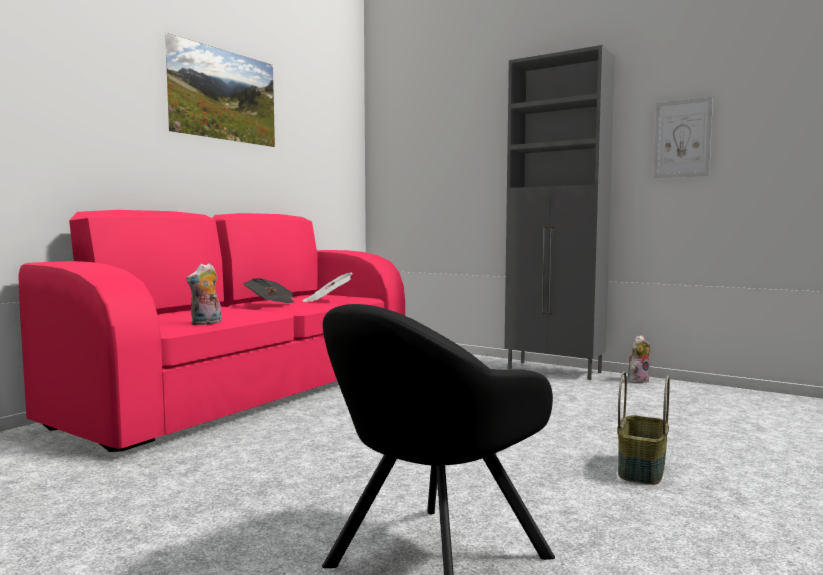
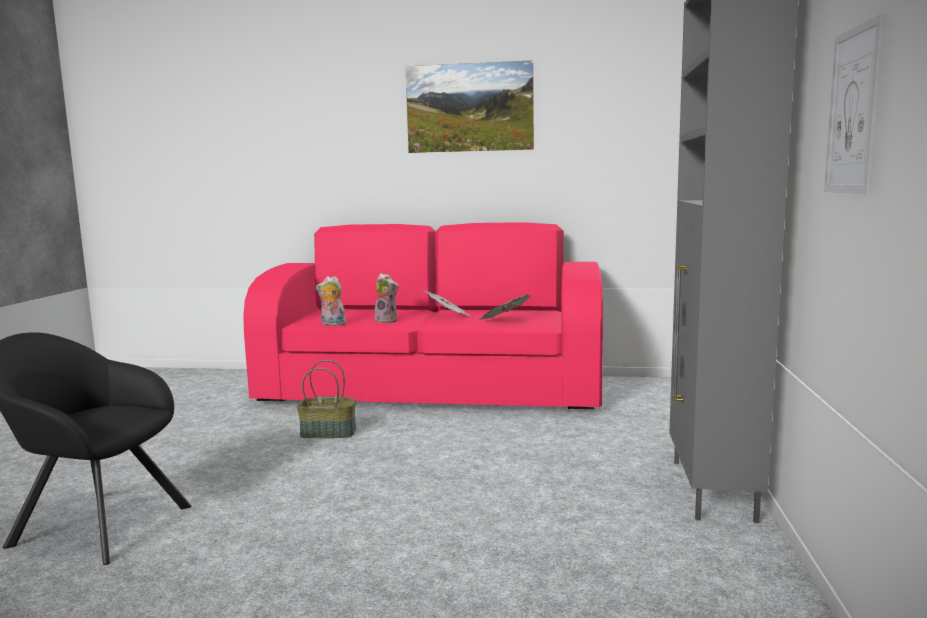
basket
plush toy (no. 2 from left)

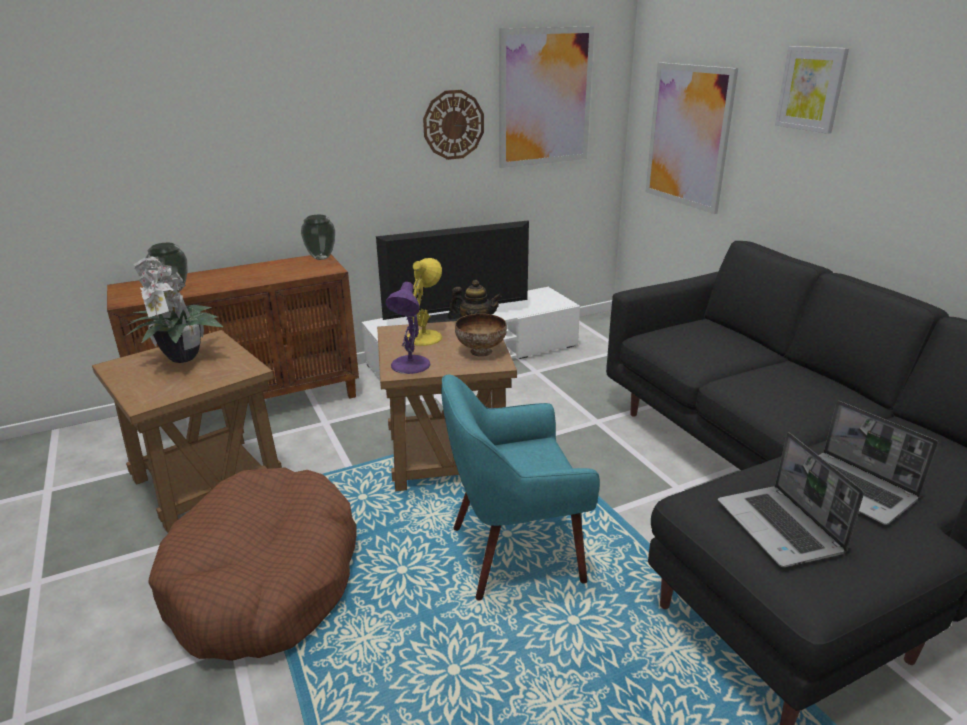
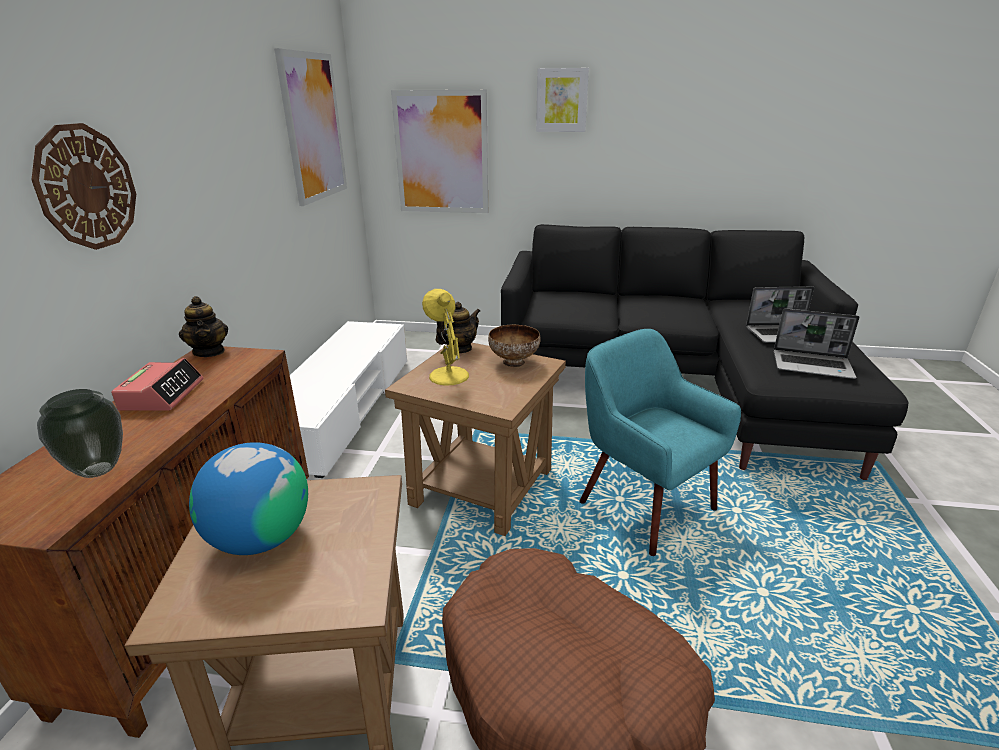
globe
teapot (no. 1 from left)
television
purple table lamp
wall clock
turquoise armchair
alarm clock

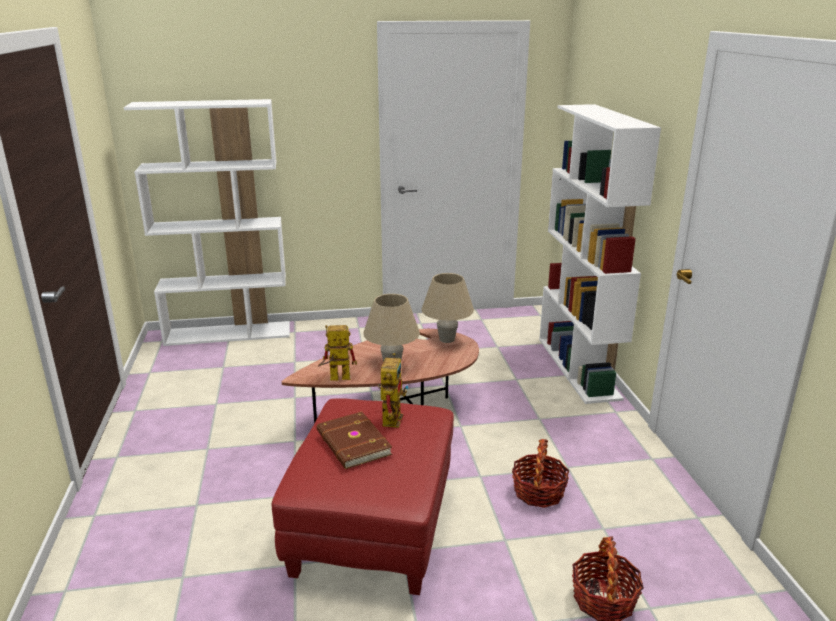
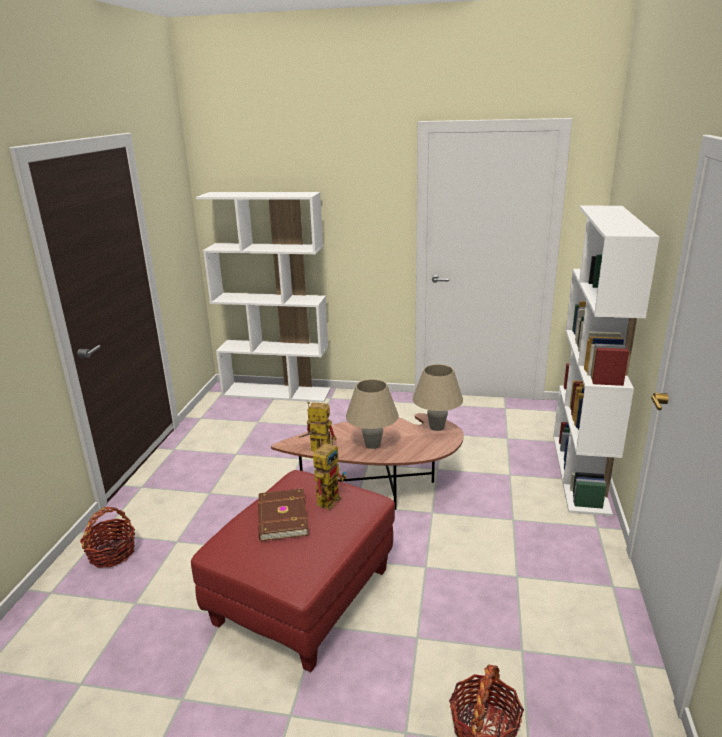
basket (no. 1 from left)

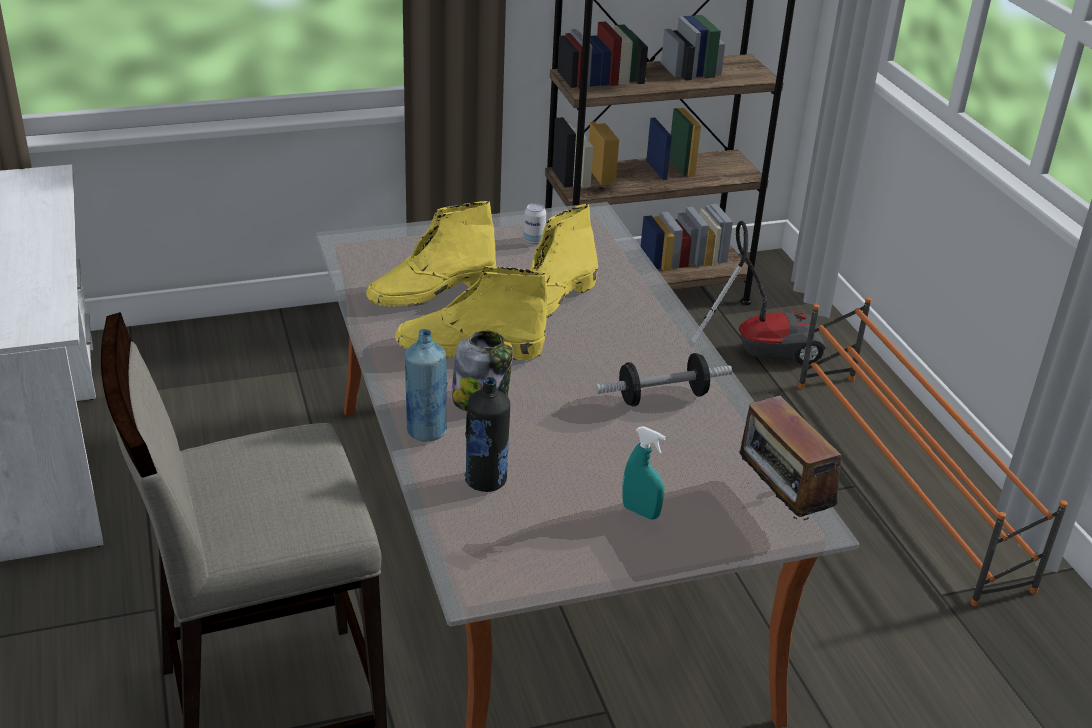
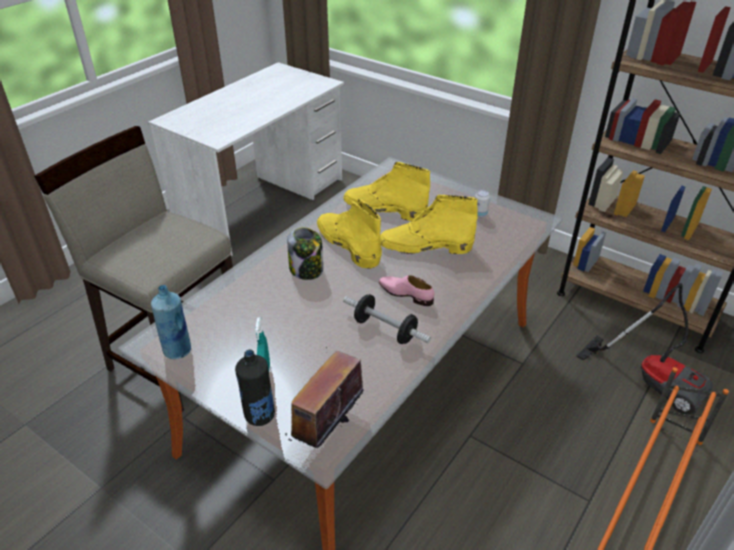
blue bottle
black bottle
pink shoe

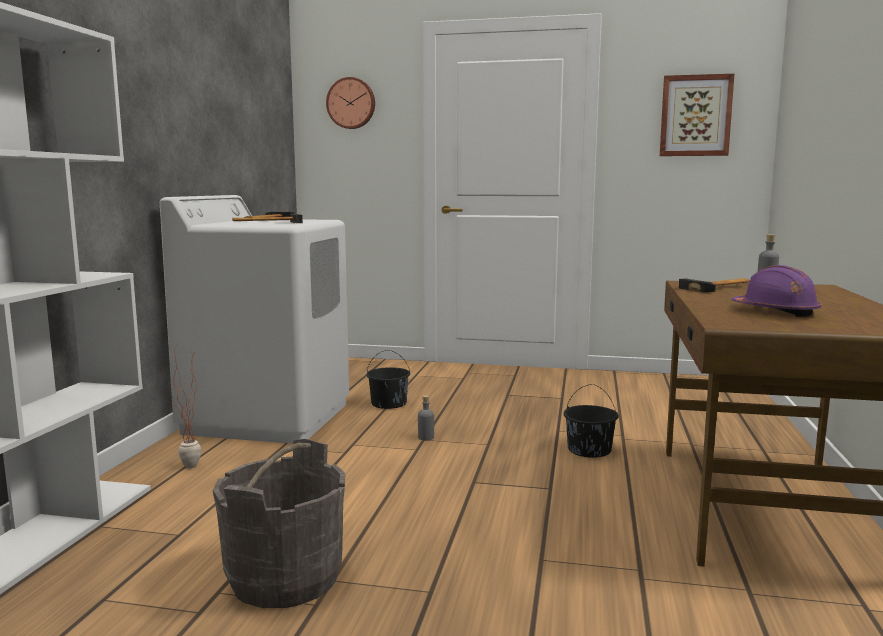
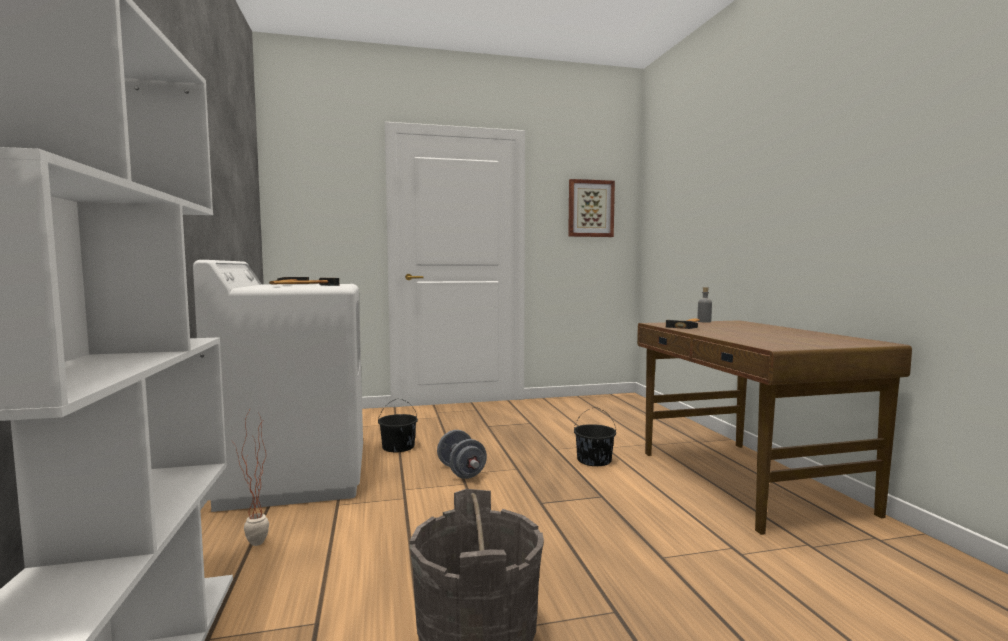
wall clock
grey dumbbell
purple hard hat

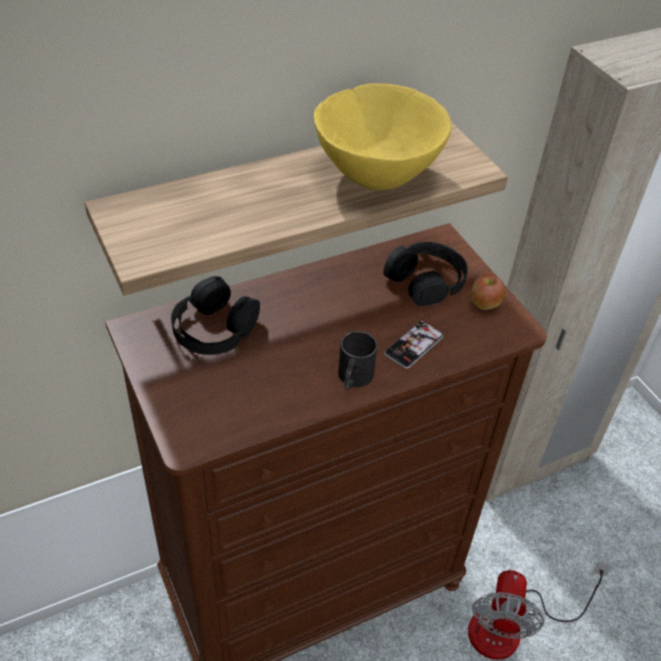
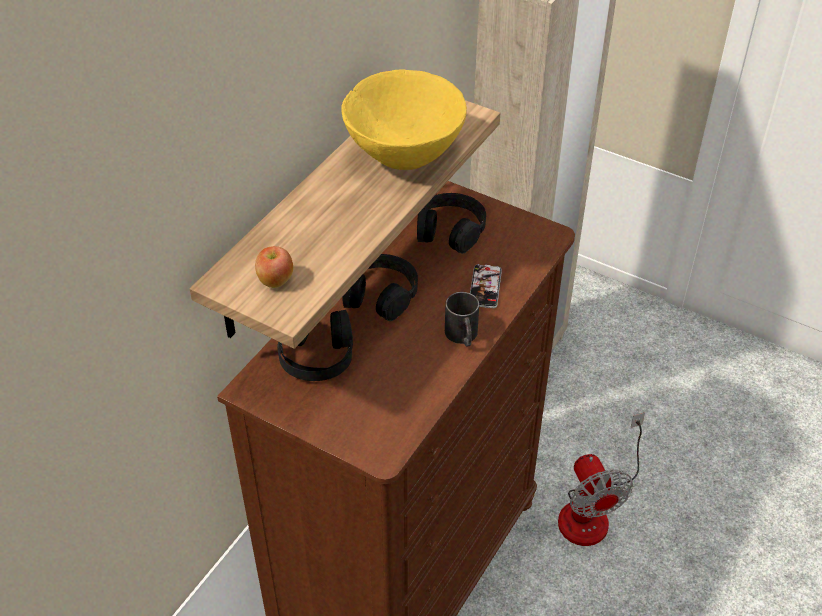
apple
black headphones (no. 2 from left)

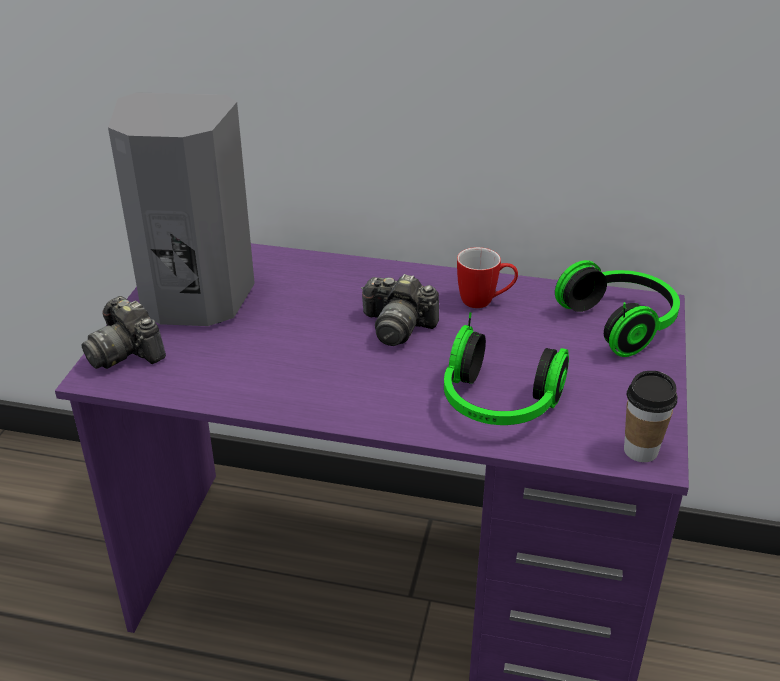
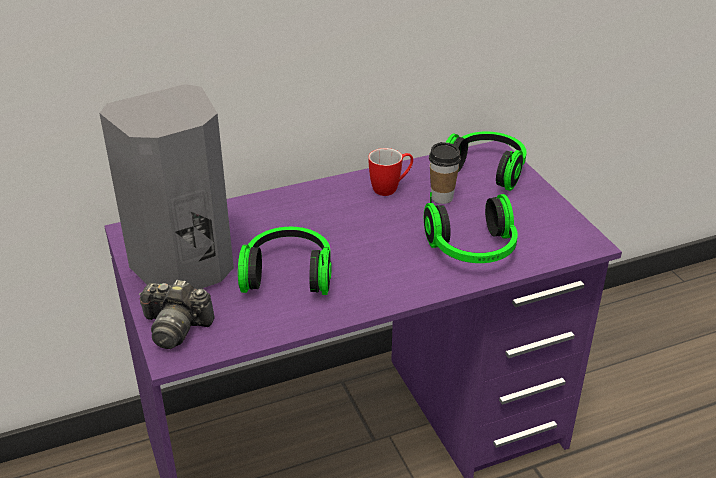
photo camera (no. 2 from left in the first image)
cup
headphones (no. 1 from left)

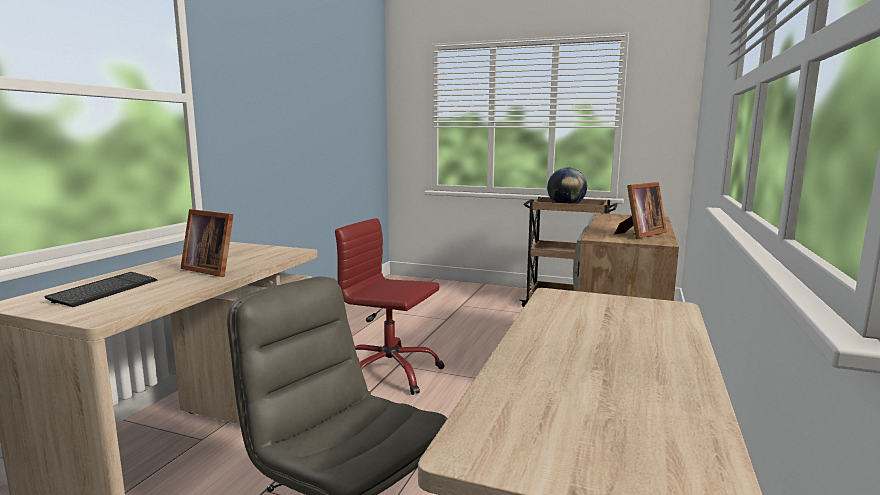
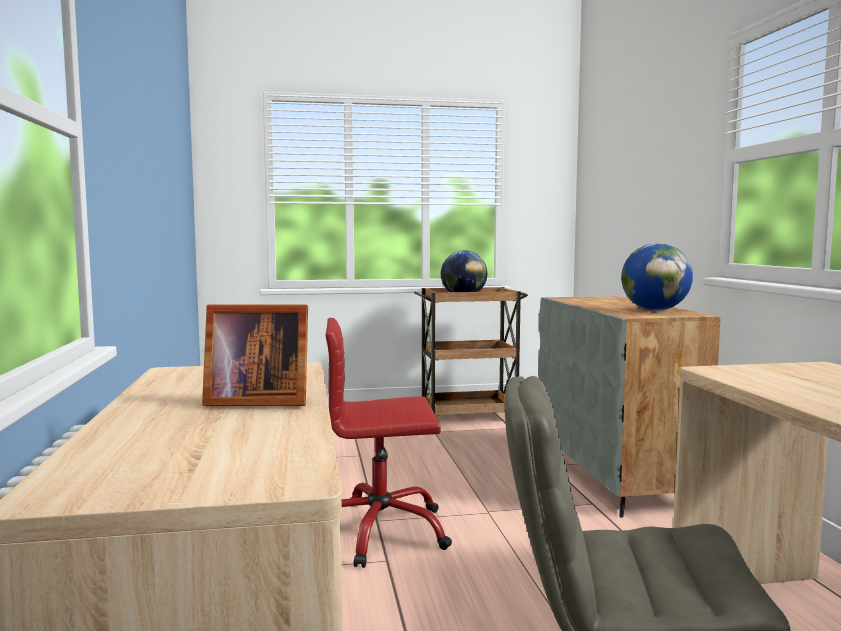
keyboard
globe (no. 2 from left)

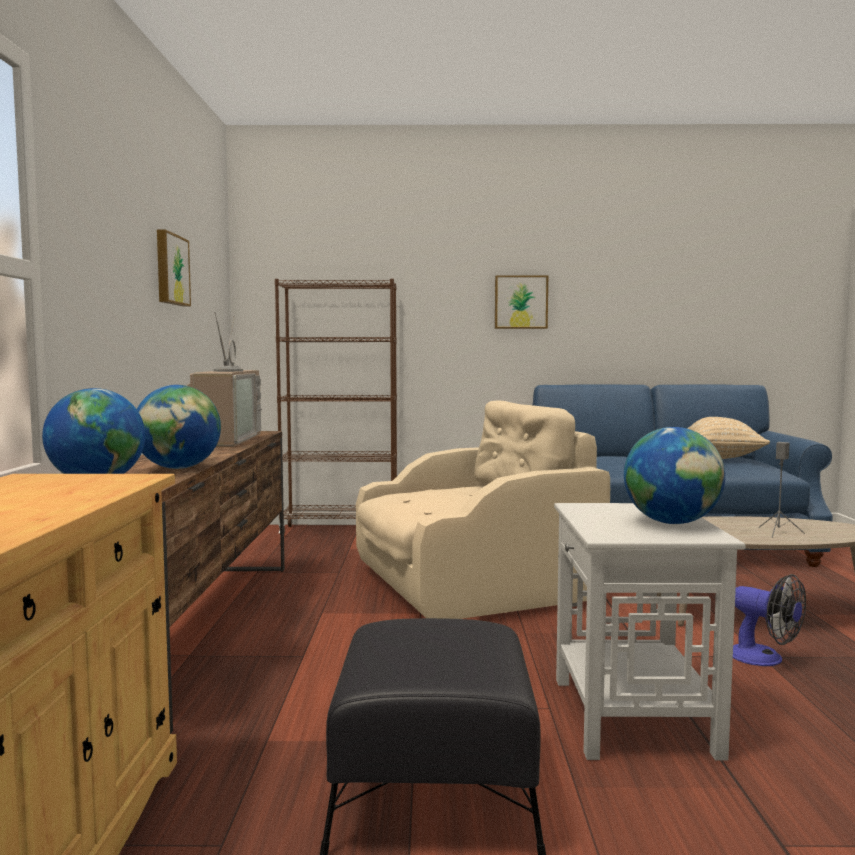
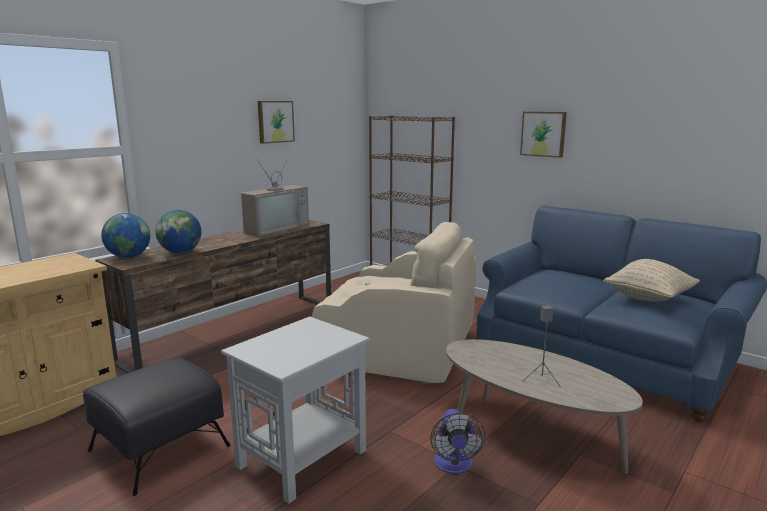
globe (no. 3 from left in the first image)

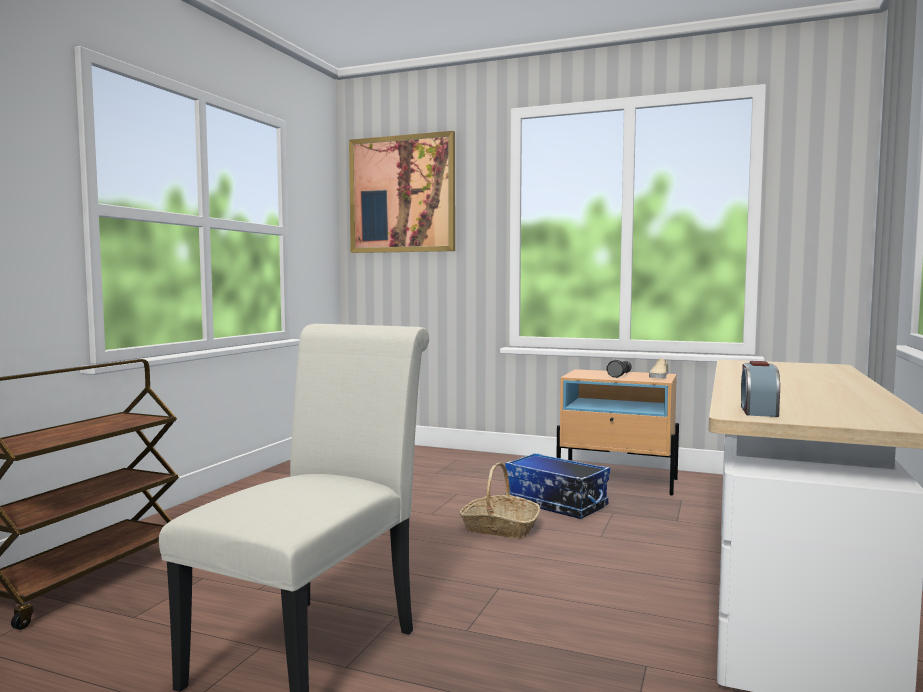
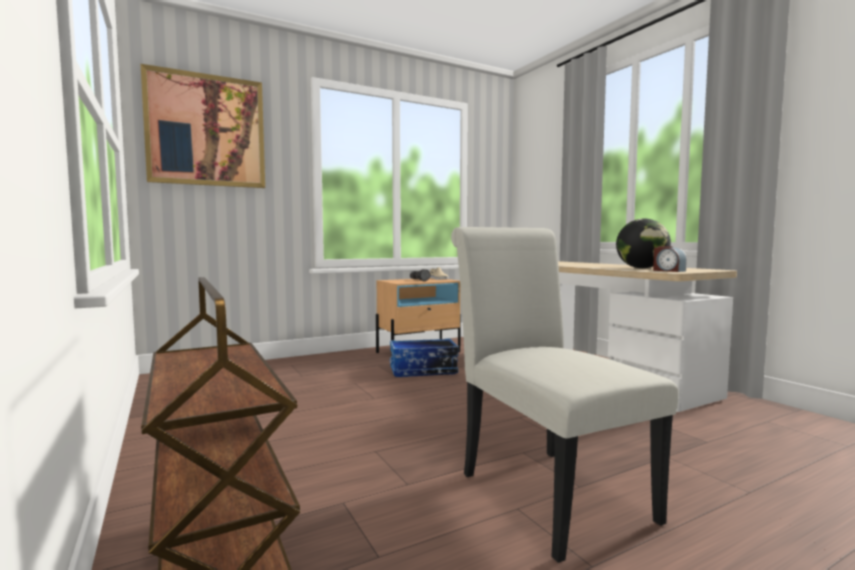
basket
globe

